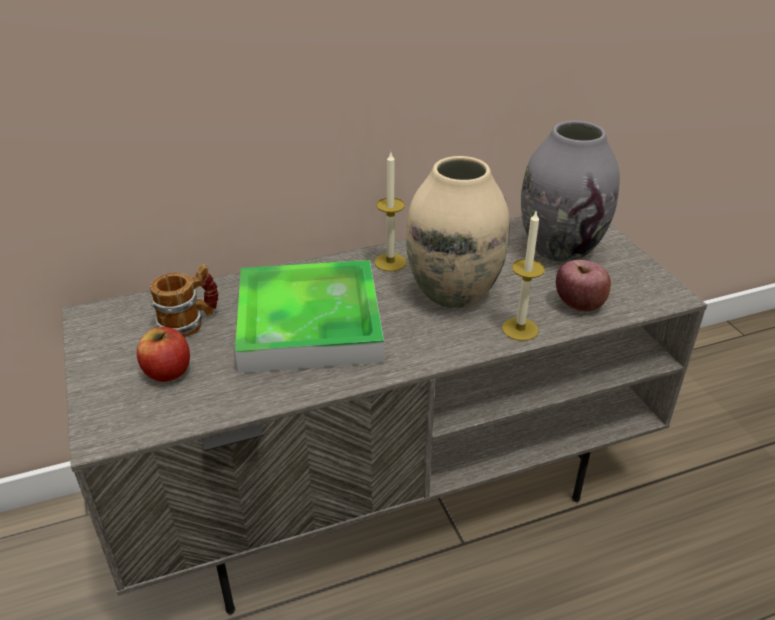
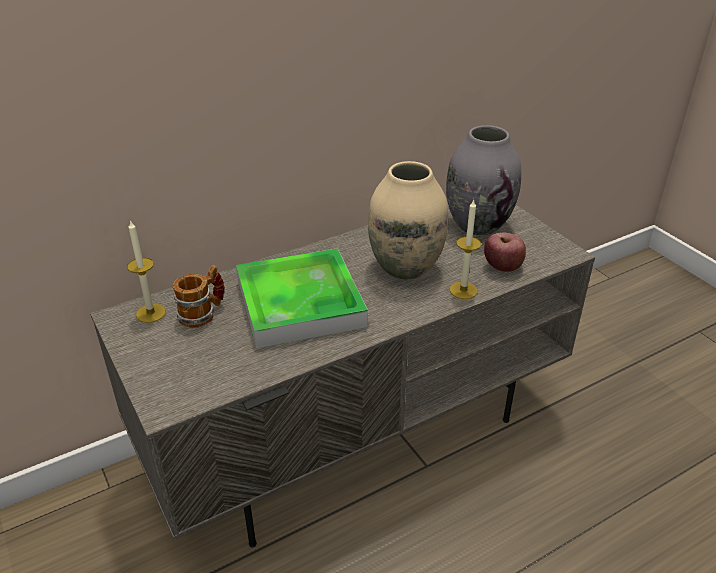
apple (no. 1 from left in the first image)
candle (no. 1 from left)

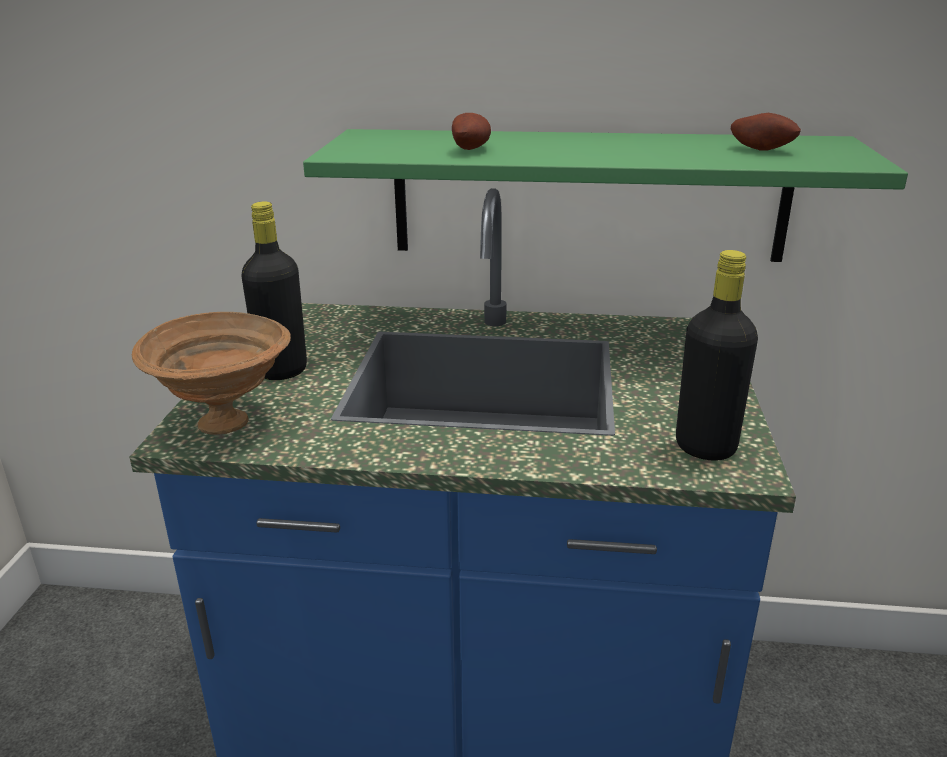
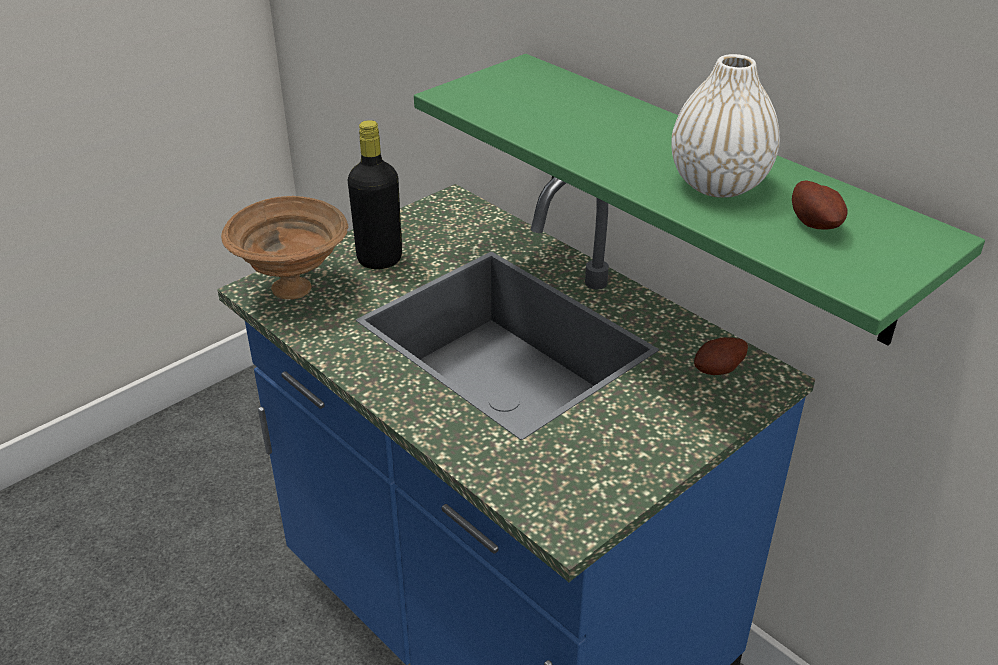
potato (no. 1 from left)
black bottle (no. 2 from left in the first image)
white vase

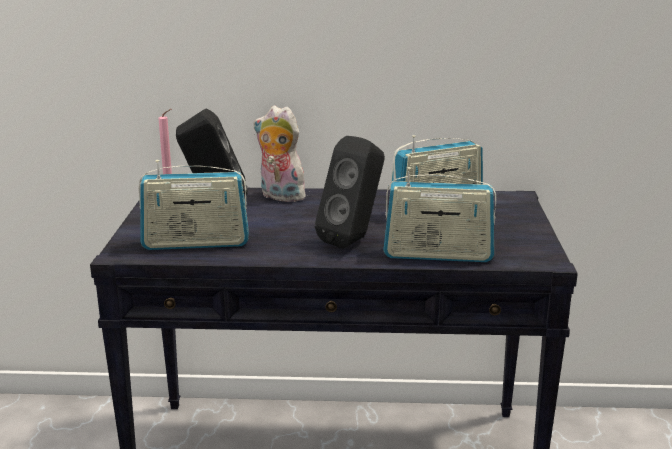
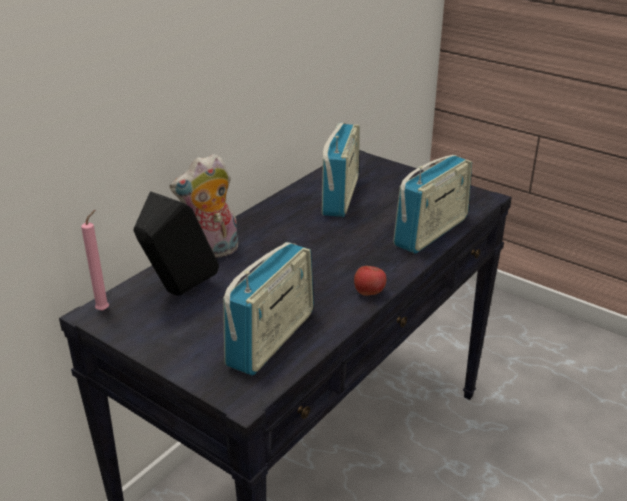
black speaker (no. 2 from left in the first image)
apple

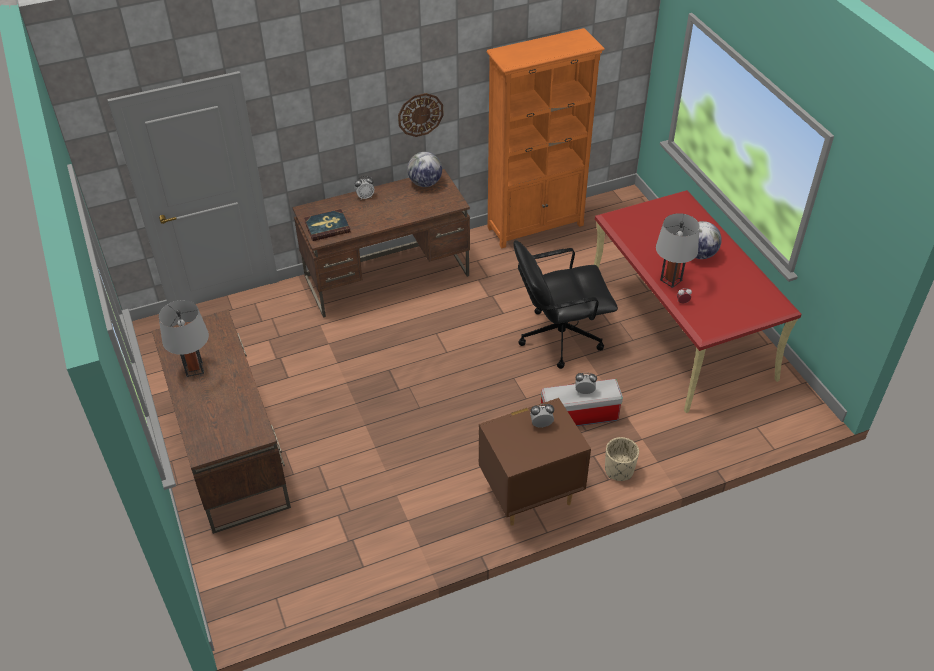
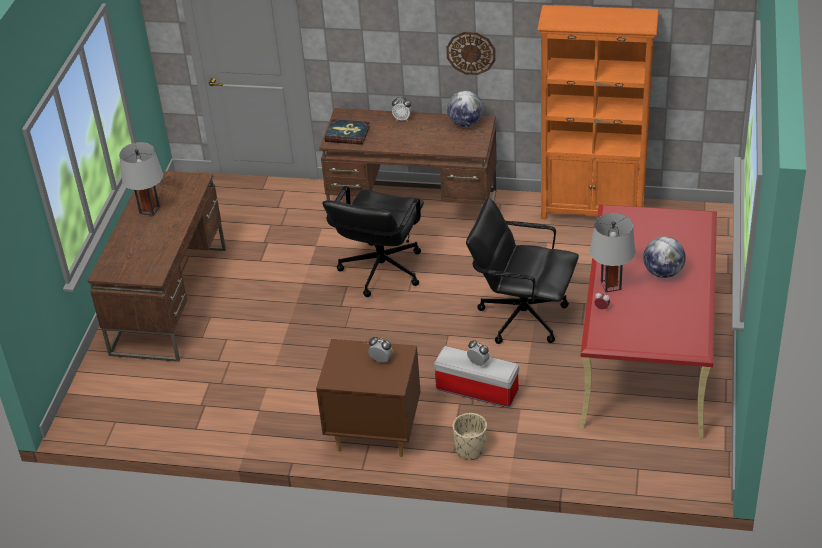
black office chair (no. 1 from left)

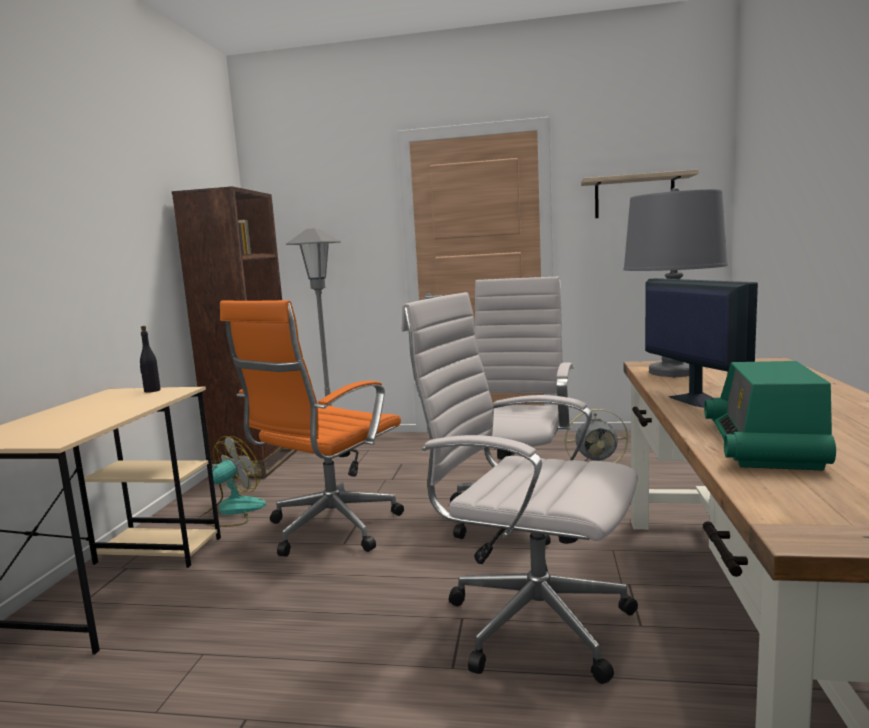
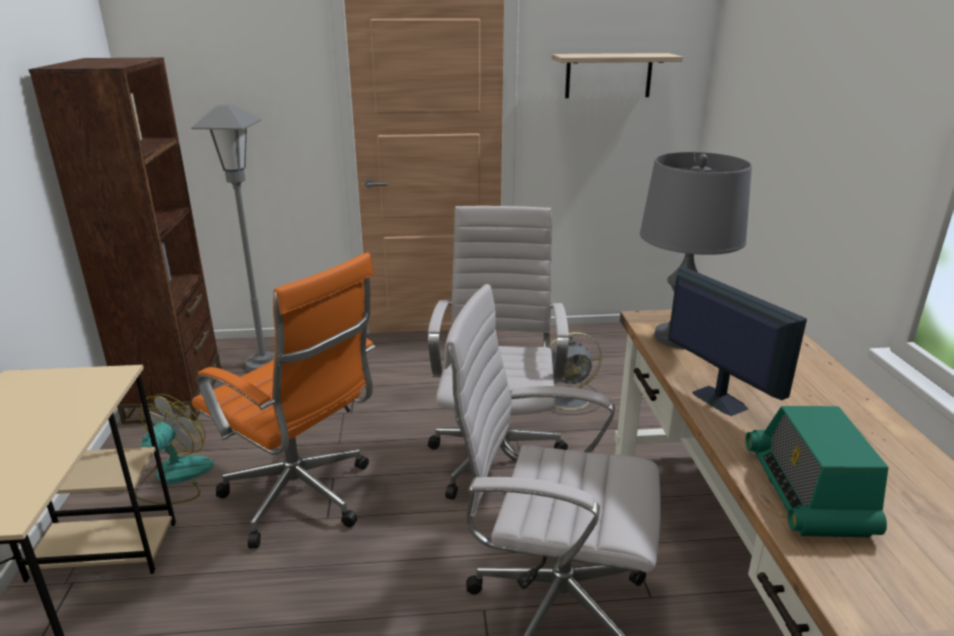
black bottle
orange office chair

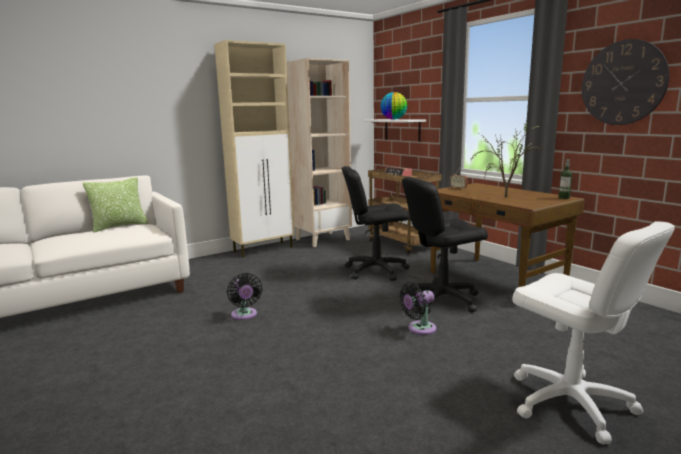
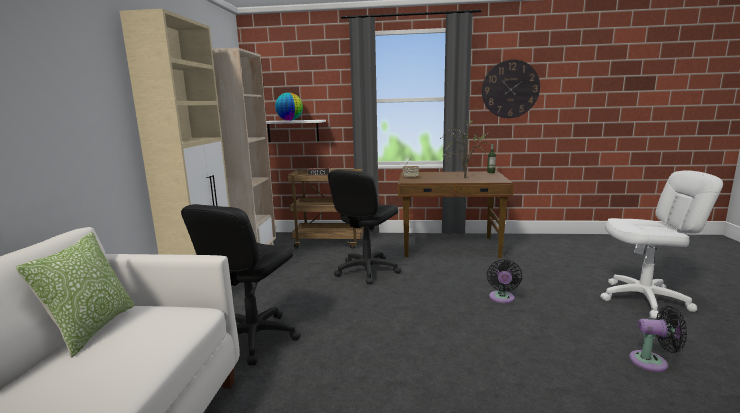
black fan (no. 2 from left)
black office chair (no. 1 from left)

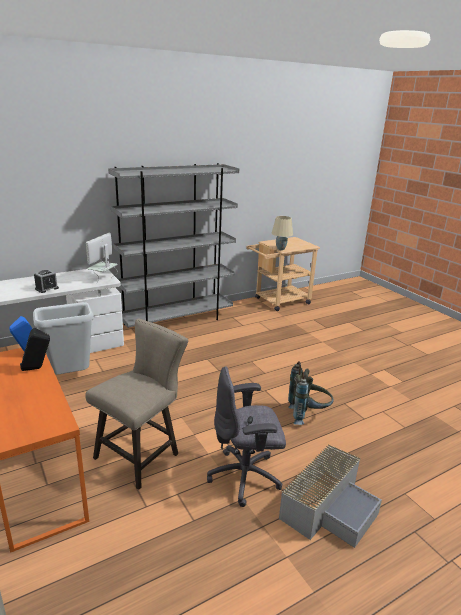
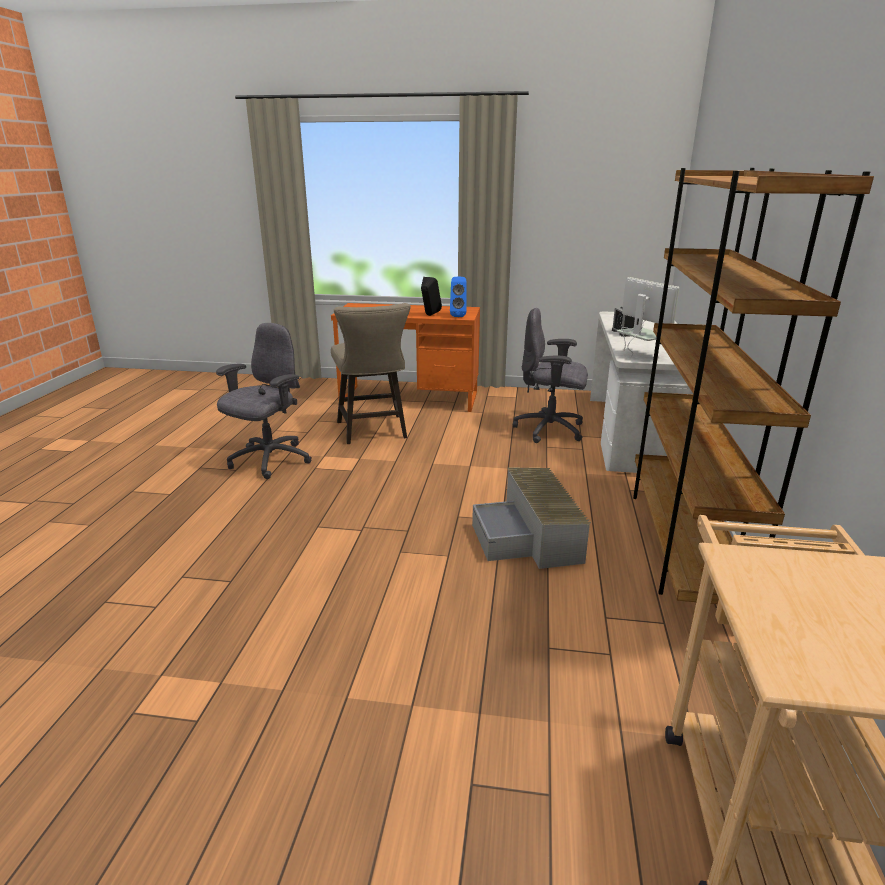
grey office chair (no. 2 from left)
brown bookcase
beige table lamp
grey storage box
grey backpack

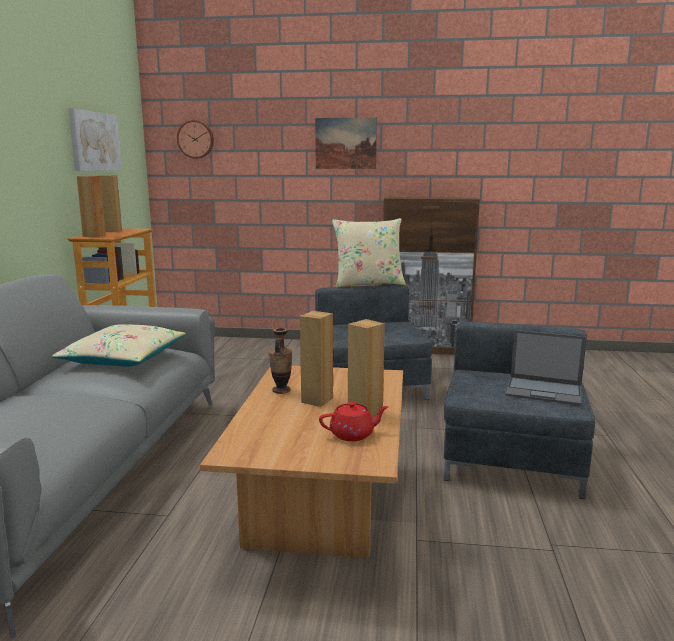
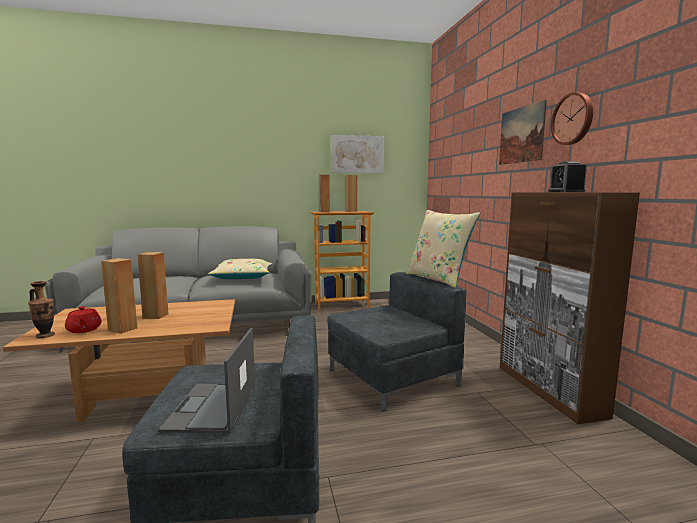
wall clock
vase
alarm clock

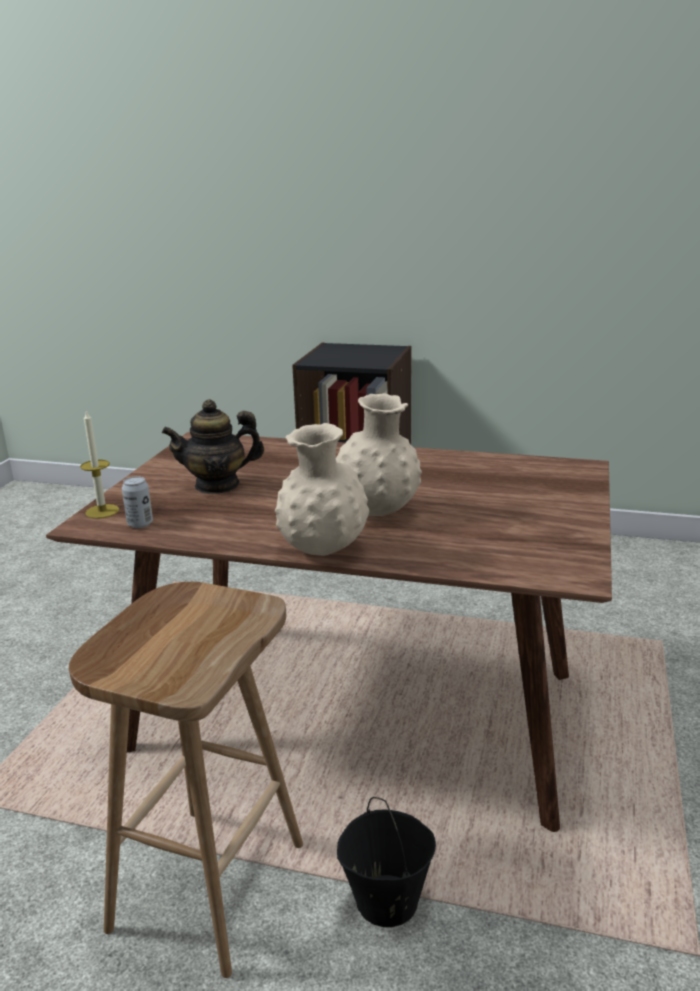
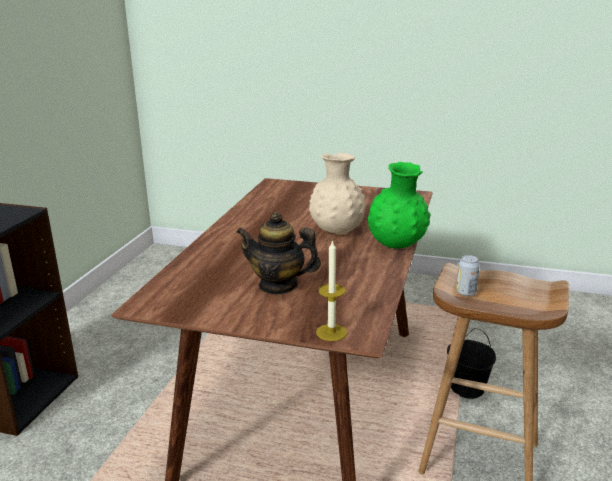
can
teapot
green vase

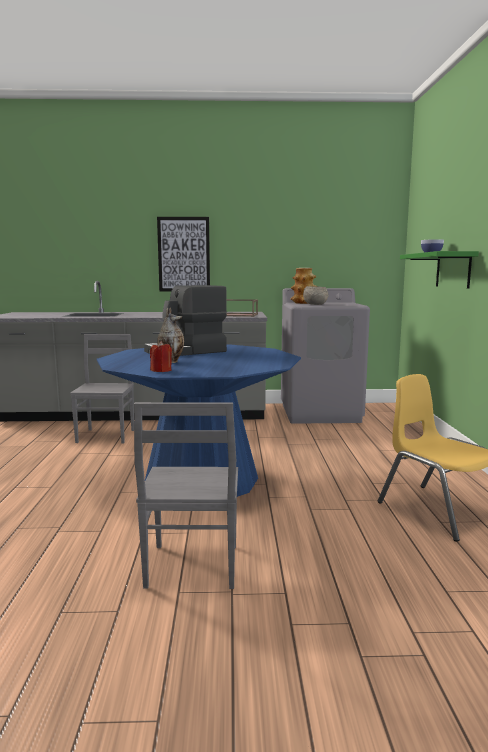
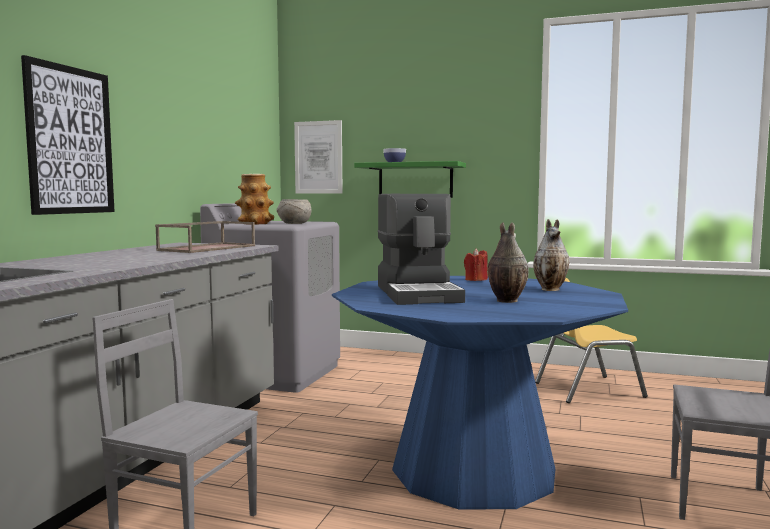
red candle
picture (no. 2 from left)
vase (no. 3 from left)

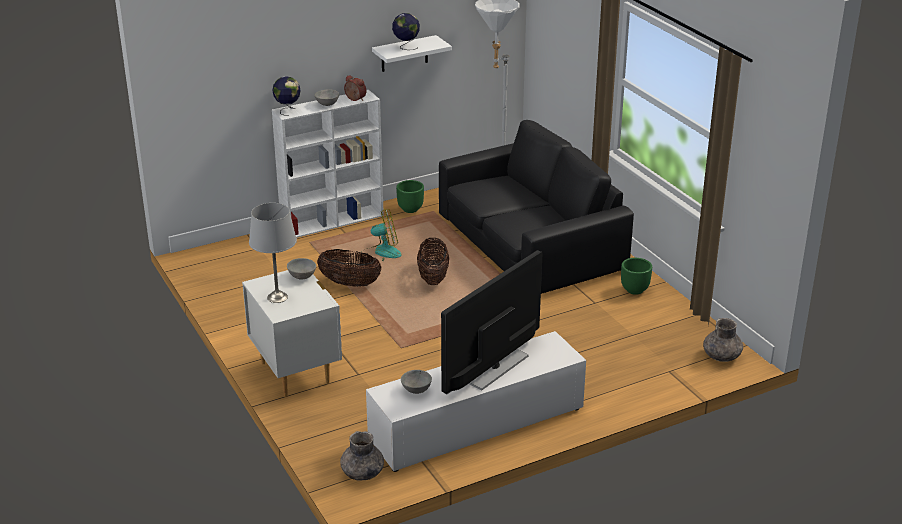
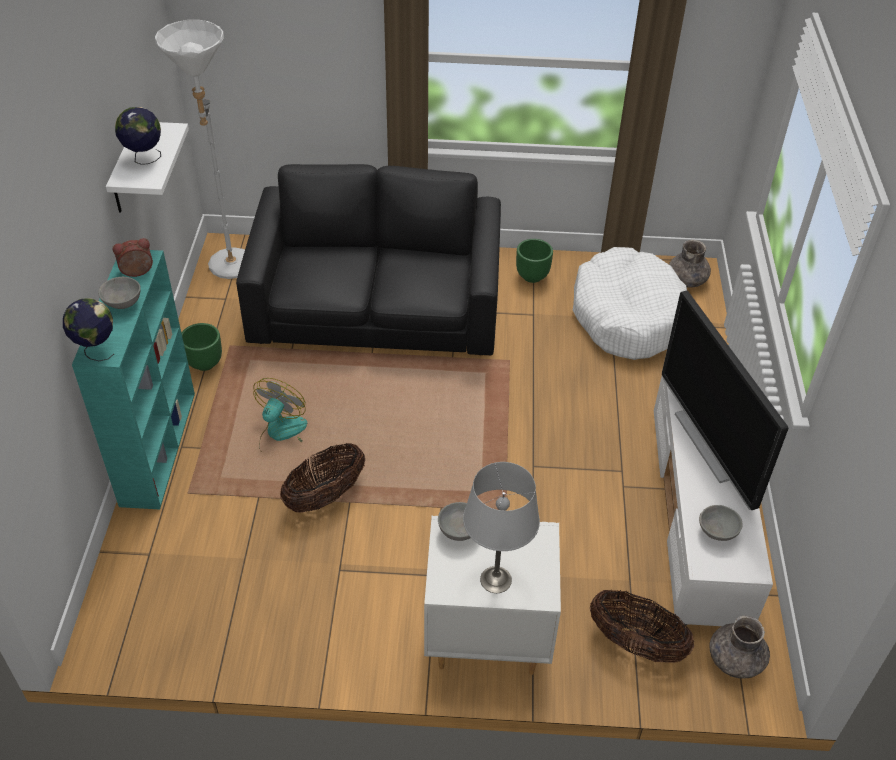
turquoise bookcase
basket (no. 2 from left)
white dog bed

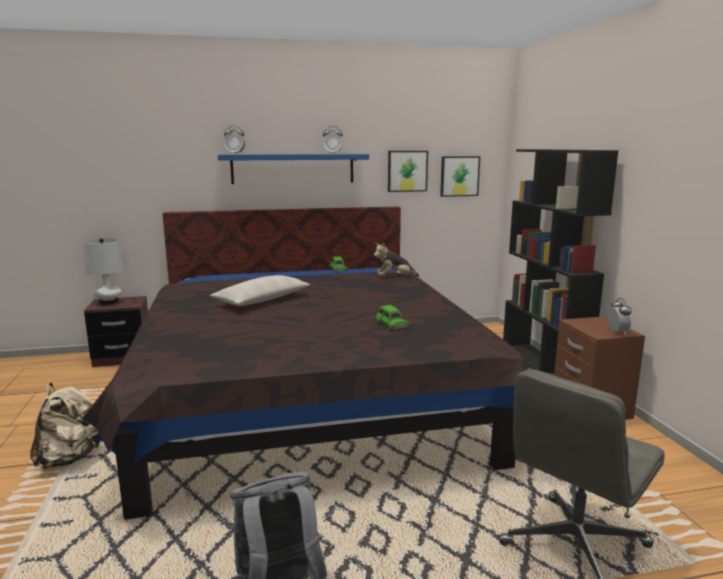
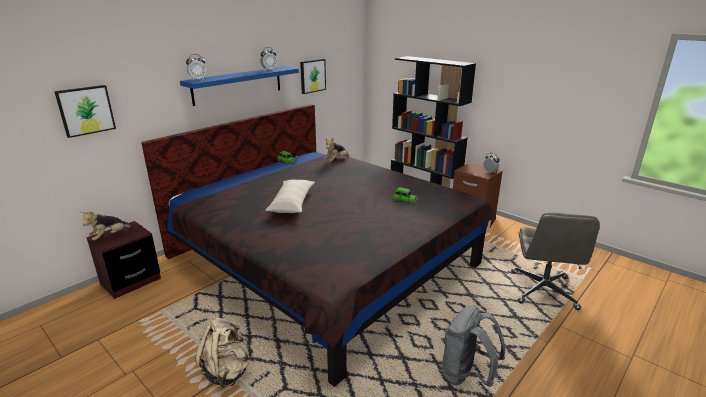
plush toy (no. 1 from left)
picture (no. 1 from left)

